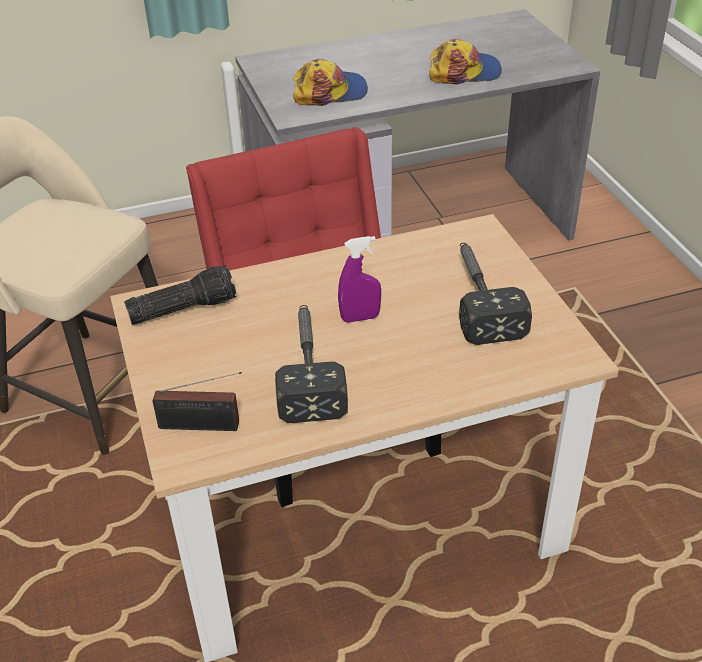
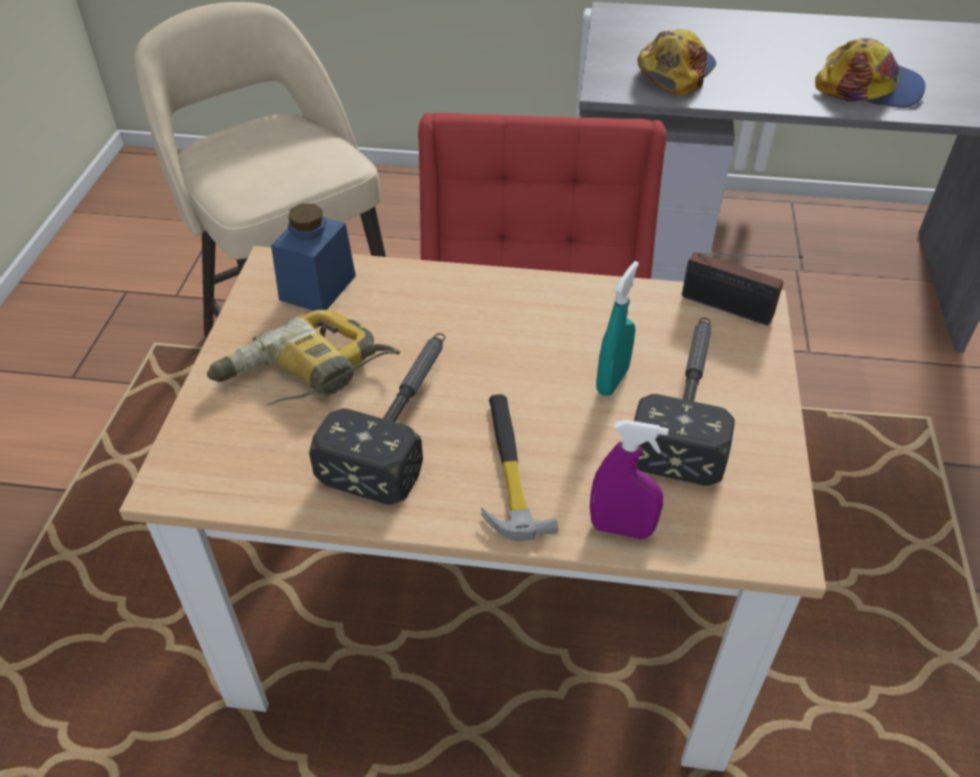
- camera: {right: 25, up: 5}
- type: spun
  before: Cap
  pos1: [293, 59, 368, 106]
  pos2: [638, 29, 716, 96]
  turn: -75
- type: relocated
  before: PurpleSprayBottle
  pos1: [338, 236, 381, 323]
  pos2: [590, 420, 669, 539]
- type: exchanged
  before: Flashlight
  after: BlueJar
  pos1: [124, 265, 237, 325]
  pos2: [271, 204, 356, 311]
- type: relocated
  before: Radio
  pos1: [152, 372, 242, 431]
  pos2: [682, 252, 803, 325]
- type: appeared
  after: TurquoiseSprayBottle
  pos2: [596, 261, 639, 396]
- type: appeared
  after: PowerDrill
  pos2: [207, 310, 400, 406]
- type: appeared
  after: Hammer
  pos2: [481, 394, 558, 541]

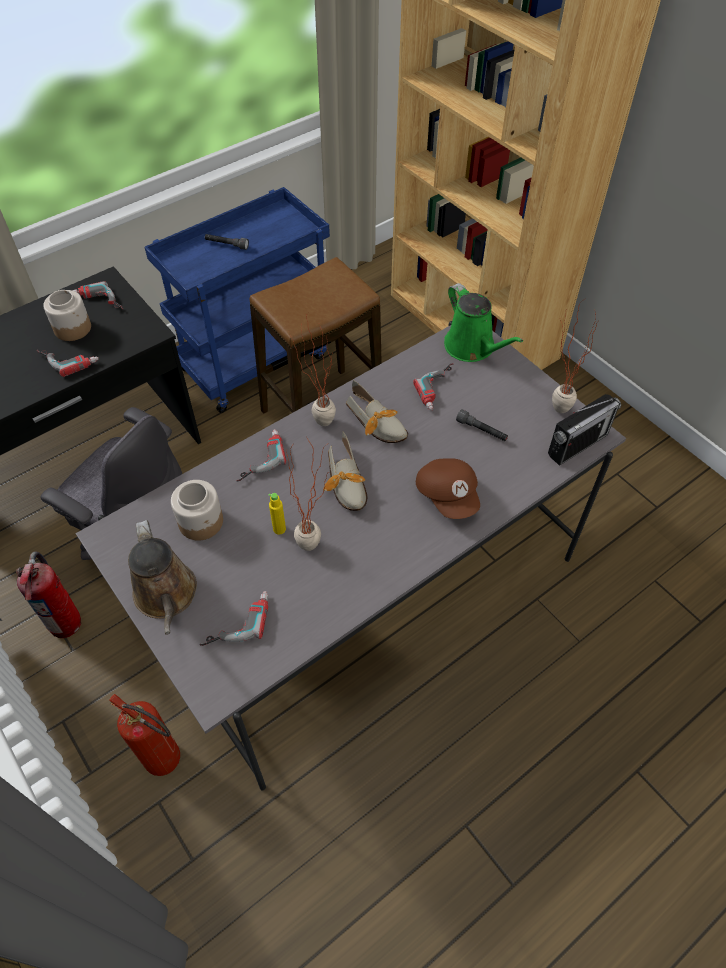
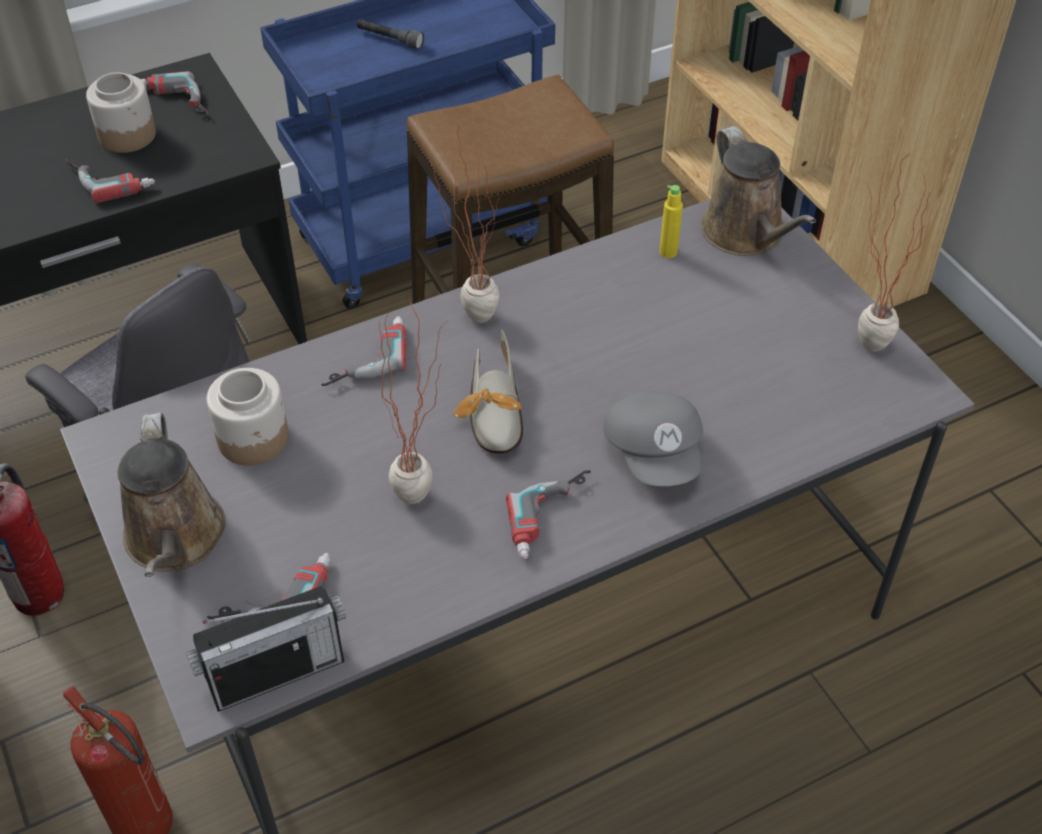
- camera: {right: 10, up: -5}
- type: colour
  before: GreenWateringCan
  after: BrownWateringCan
  pos1: [444, 283, 523, 362]
  pos2: [701, 126, 816, 256]
- type: relocated
  before: PowerDrill
  pos1: [413, 363, 454, 410]
  pos2: [506, 470, 591, 559]
- type: missing
  before: Shoe
  pos1: [346, 380, 408, 443]
- type: relocated
  before: Radio
  pos1: [548, 394, 621, 466]
  pos2: [186, 586, 346, 712]
- type: missing
  before: GreyFlashlight
  pos1: [456, 409, 508, 441]
- type: colour
  before: BrownCap
  after: GreyCap
  pos1: [416, 458, 480, 519]
  pos2: [603, 391, 703, 486]
- type: relocated
  before: YellowBottle
  pos1: [268, 493, 286, 535]
  pos2: [659, 185, 683, 258]

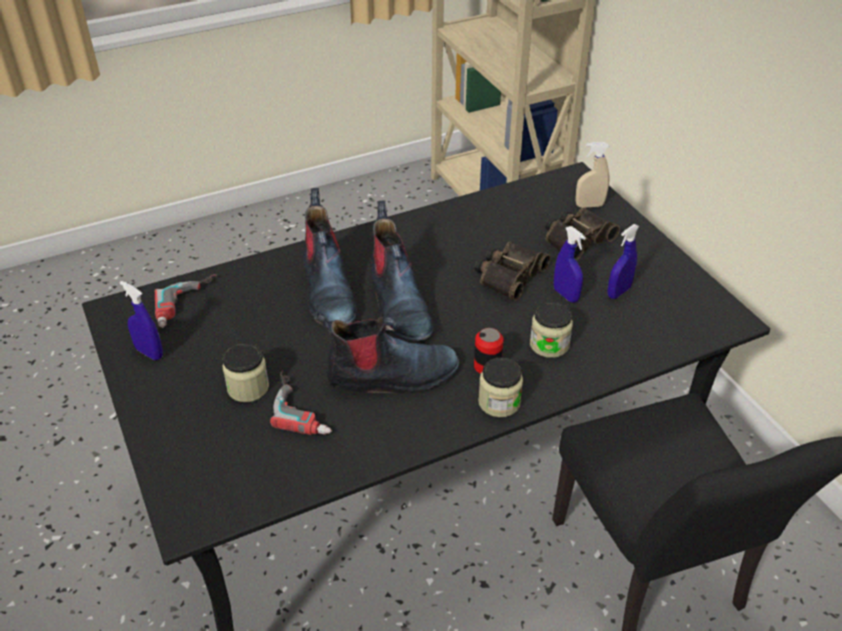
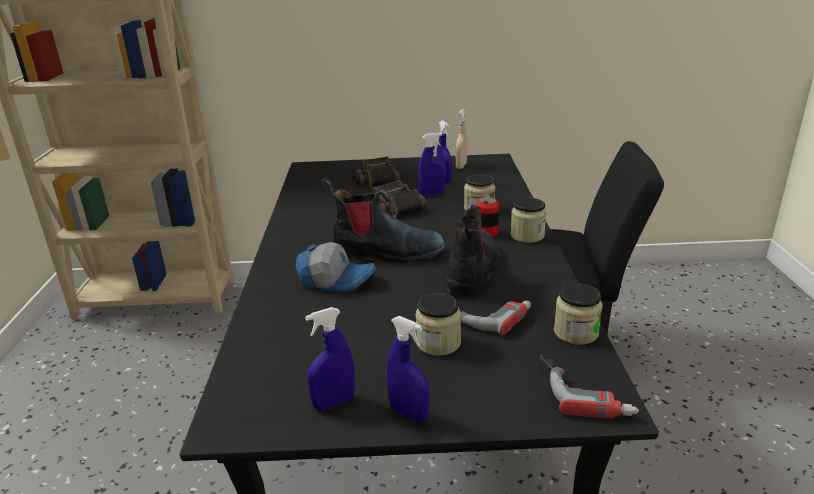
- camera: {right: -65, up: -15}
- type: relocated
  before: BeigeSprayBottle
  pos1: [575, 142, 609, 208]
  pos2: [456, 109, 467, 169]
- type: exchanged
  before: Boot
  after: Cap
  pos1: [303, 188, 357, 324]
  pos2: [296, 242, 376, 293]
- type: relocated
  before: PowerDrill
  pos1: [155, 274, 217, 328]
  pos2: [540, 354, 639, 419]
- type: appeared
  after: Jar
  pos2: [554, 283, 602, 345]
- type: appeared
  after: BlueSprayBottle
  pos2: [387, 316, 430, 423]

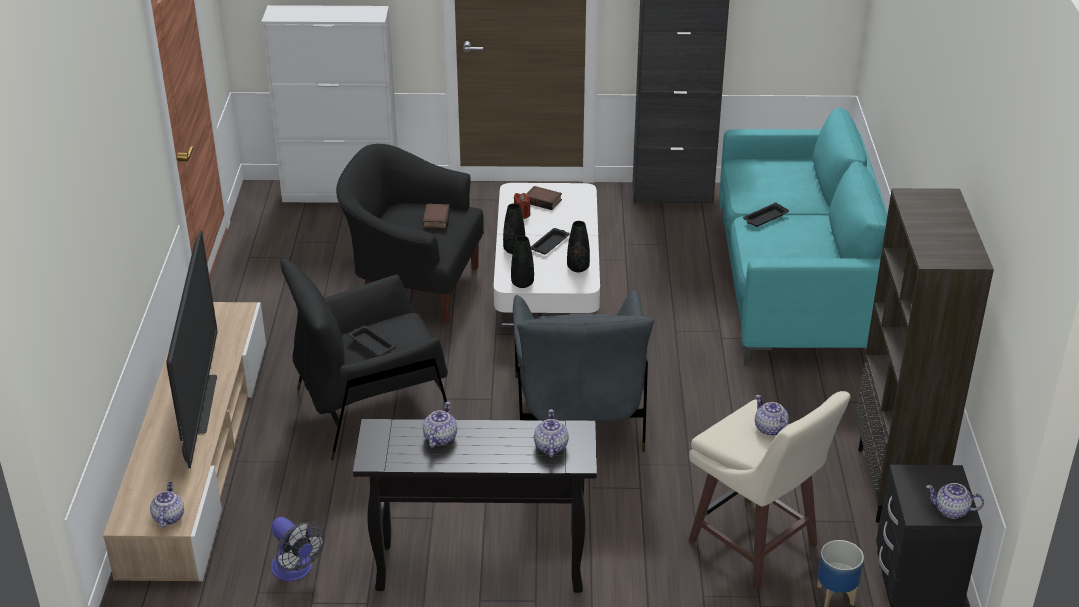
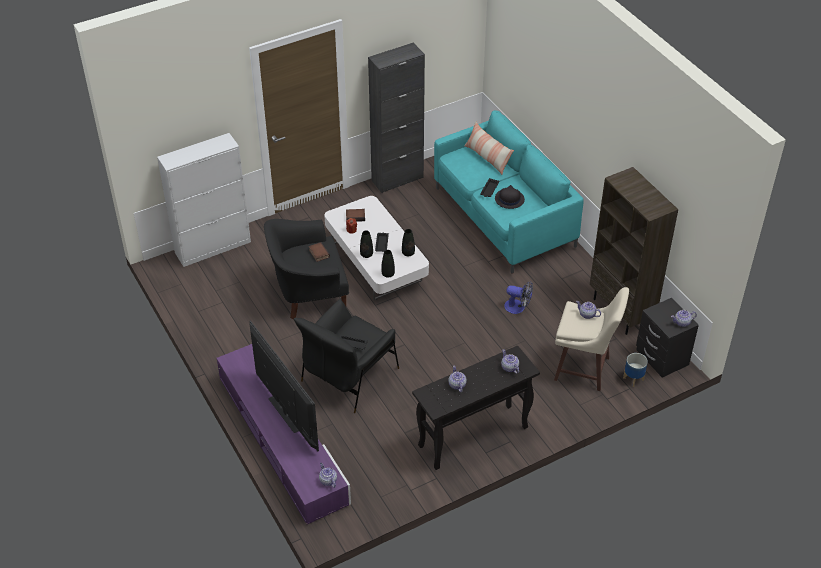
- camera: {right: -30, up: 10}
- type: missing
  before: GreyArmchair
  pos1: [513, 291, 654, 452]
- type: colour
  before: BeigeTvStand
  after: PurpleTvStand
  pos1: [103, 302, 266, 581]
  pos2: [216, 344, 351, 524]
- type: relocated
  before: Fan
  pos1: [271, 517, 325, 581]
  pos2: [504, 281, 533, 314]
- type: appeared
  after: Pillow
  pos2: [464, 122, 514, 175]
- type: appeared
  after: BlackHat
  pos2: [495, 185, 525, 209]

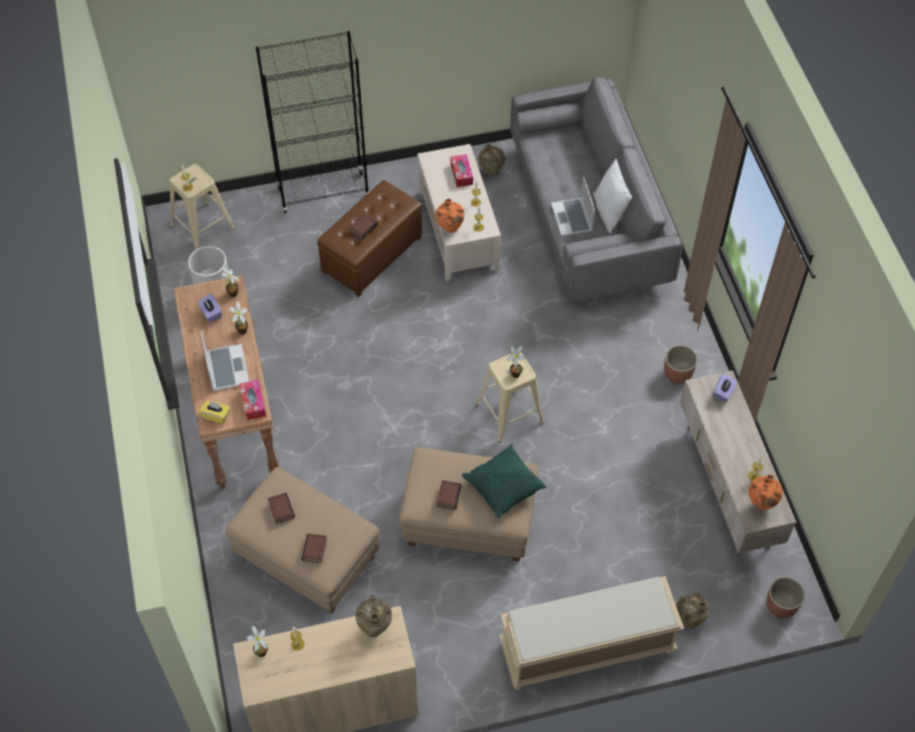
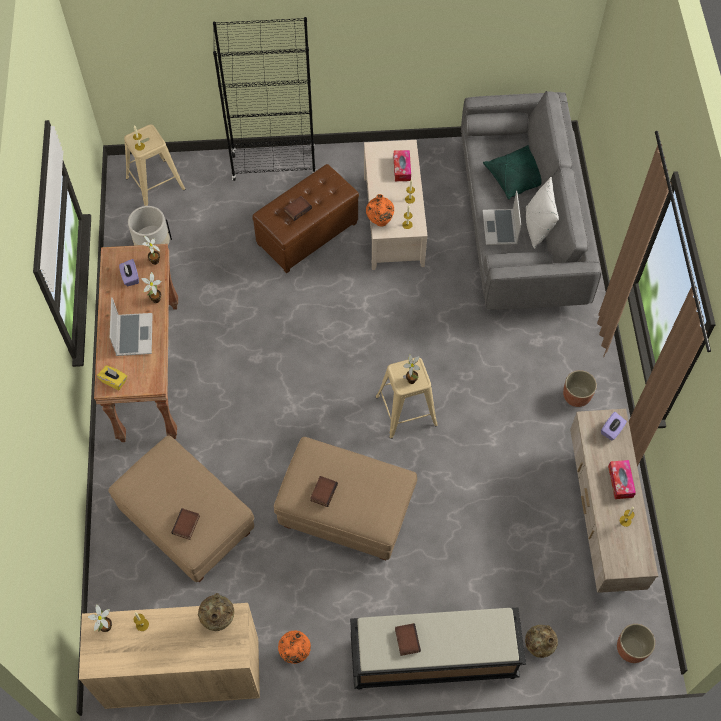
- camera: {right: 10, up: 5}
- type: missing
  before: BeigeVase
  pos1: [478, 144, 505, 175]
- type: relocated
  before: TissueBox
  pos1: [239, 380, 266, 420]
  pos2: [608, 460, 636, 499]
- type: relocated
  before: GreenPillow
  pos1: [462, 444, 547, 518]
  pos2: [483, 145, 542, 199]
- type: relocated
  before: OrangeVase
  pos1: [749, 475, 783, 510]
  pos2: [278, 631, 311, 664]
- type: relocated
  before: Book
  pos1: [268, 493, 295, 524]
  pos2: [395, 623, 421, 656]
- type: colour
  before: BeigeBench
  after: BlackBench
  pos1: [499, 576, 684, 690]
  pos2: [350, 608, 526, 690]

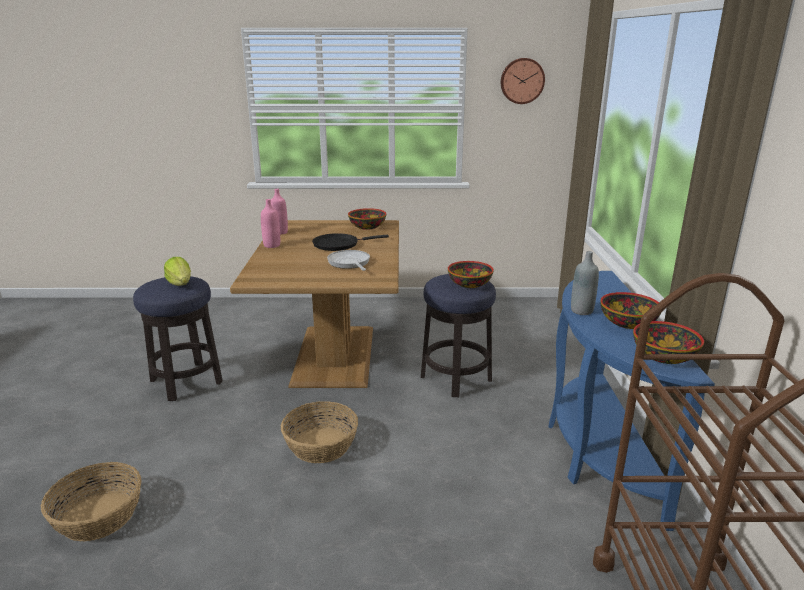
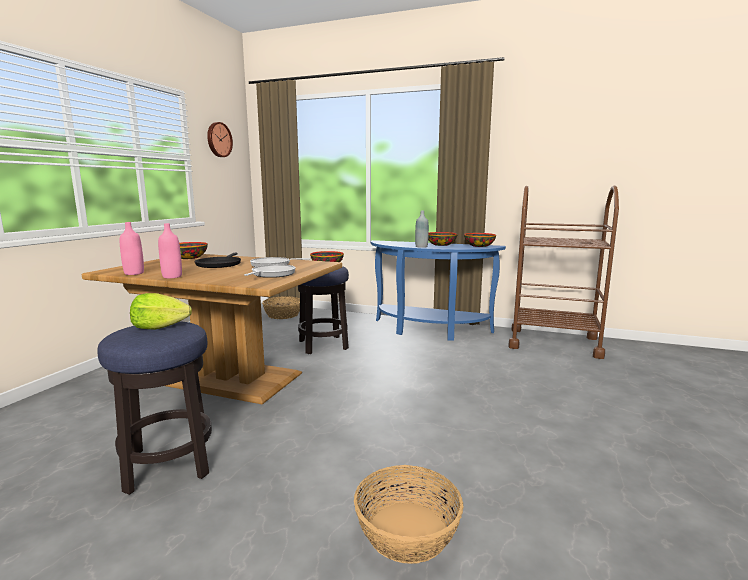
- camera: {right: -70, up: -10}
- type: relocated
  before: Basket
  pos1: [281, 401, 358, 463]
  pos2: [262, 296, 300, 319]
- type: appeared
  after: FryingPan
  pos2: [244, 264, 296, 278]

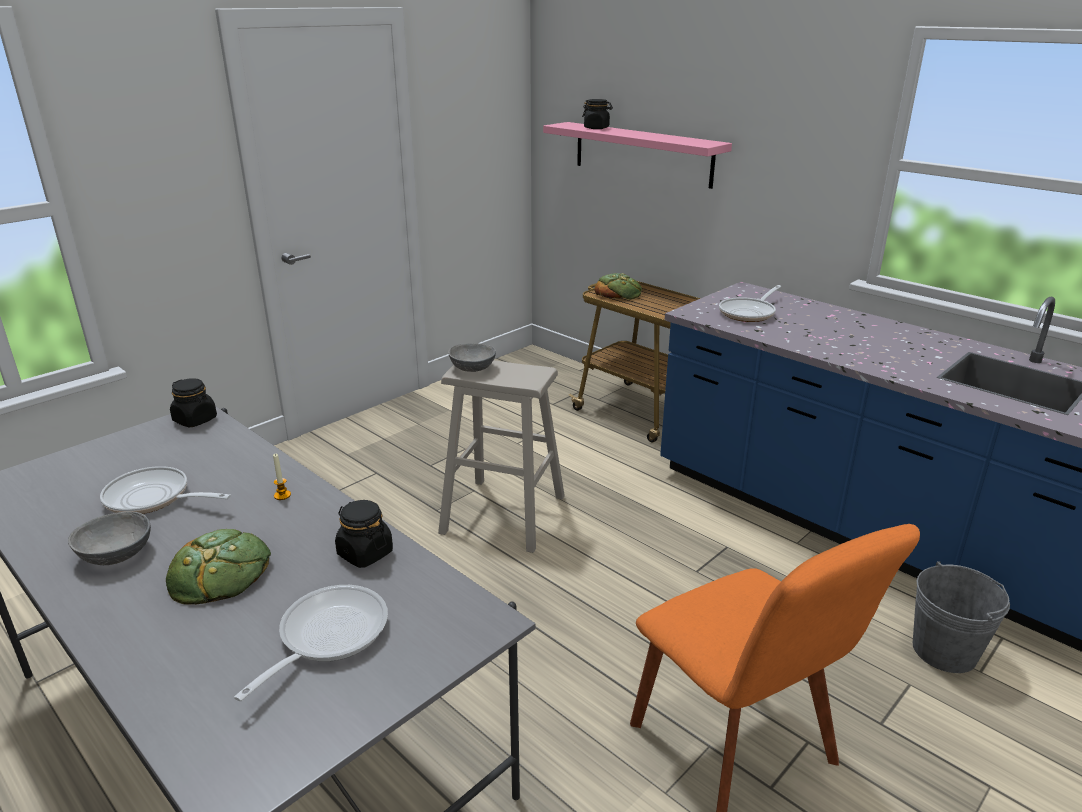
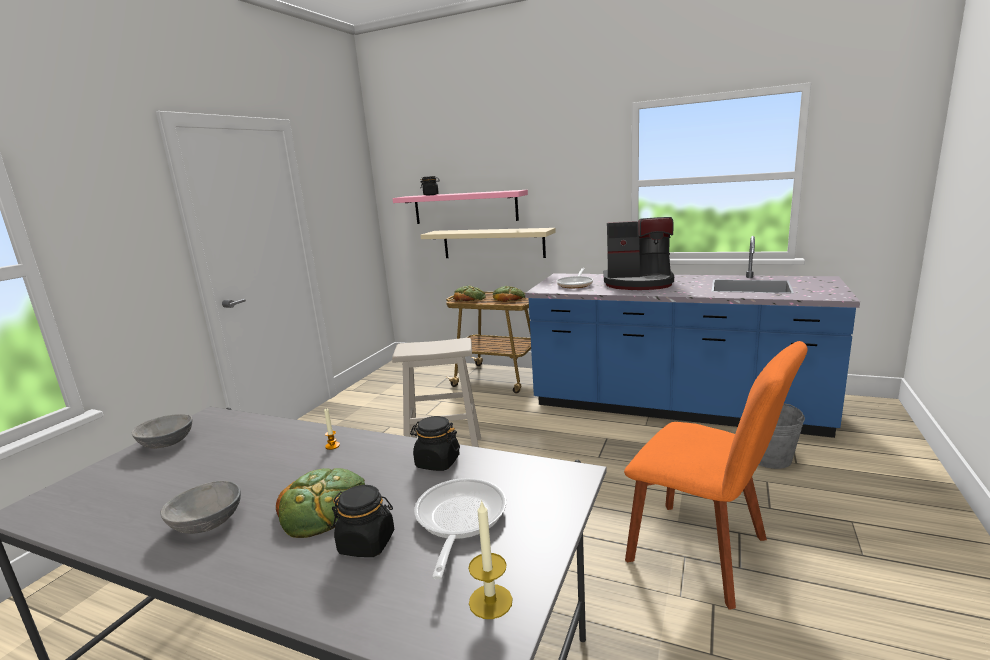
- camera: {right: -20, up: -10}
- type: relocated
  before: GreyBowl
  pos1: [448, 343, 496, 372]
  pos2: [132, 414, 193, 449]
- type: relocated
  before: BlackJar
  pos1: [170, 378, 217, 427]
  pos2: [332, 485, 394, 557]
- type: missing
  before: FryingPan
  pos1: [100, 466, 231, 514]
- type: appeared
  after: CoffeeMachine
  pos2: [603, 217, 674, 290]
- type: appeared
  after: BeigeShelf
  pos2: [420, 228, 556, 258]
- type: appeared
  after: Bread
  pos2: [493, 286, 525, 302]
- type: appeared
  after: Candle
  pos2: [468, 500, 513, 619]

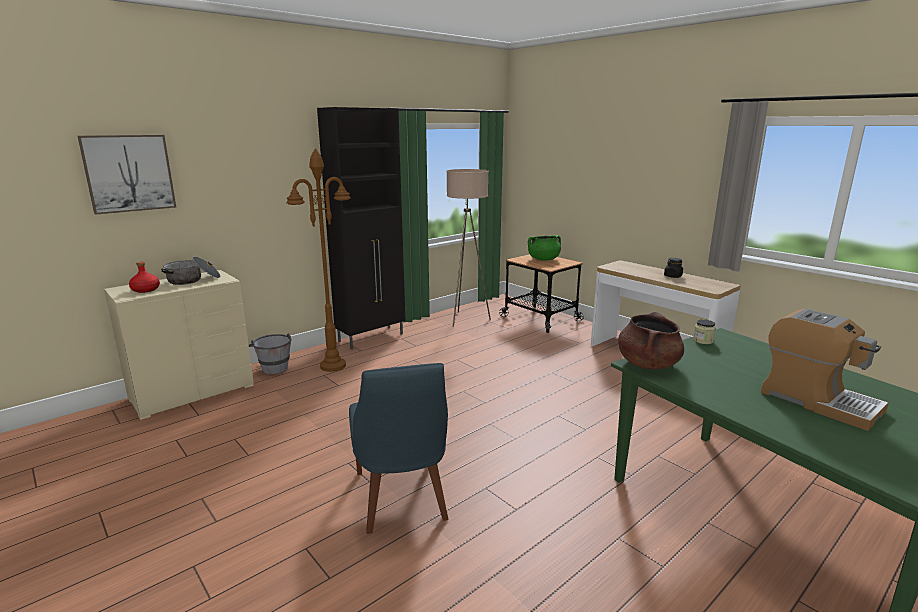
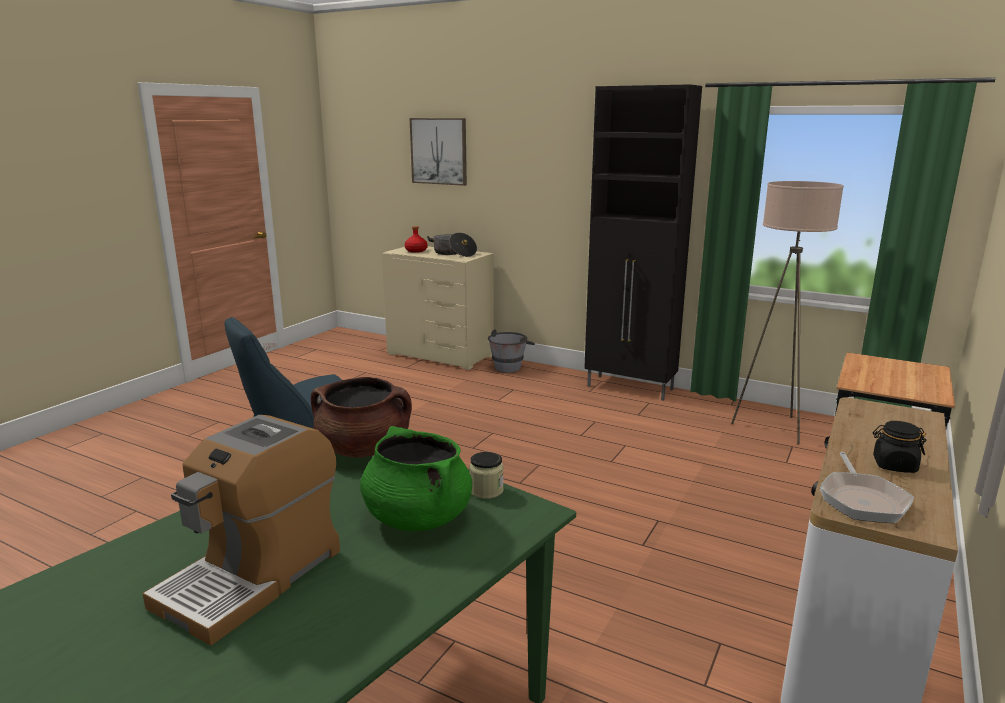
- camera: {right: 70, up: 0}
- type: missing
  before: BrownFloorLamp
  pos1: [286, 148, 351, 372]
- type: relocated
  before: GreenCookingPot
  pos1: [528, 235, 561, 261]
  pos2: [360, 426, 472, 531]
- type: appeared
  after: FryingPan
  pos2: [820, 452, 914, 523]

